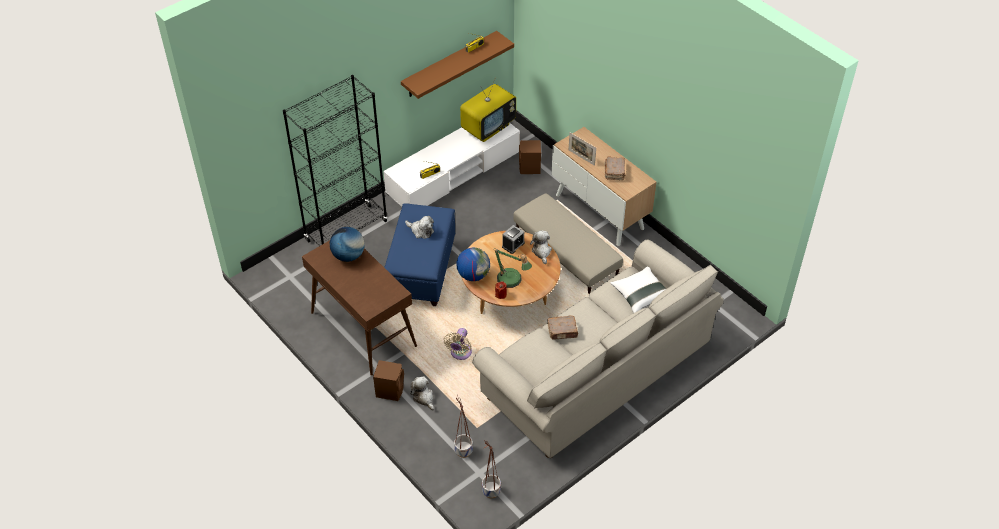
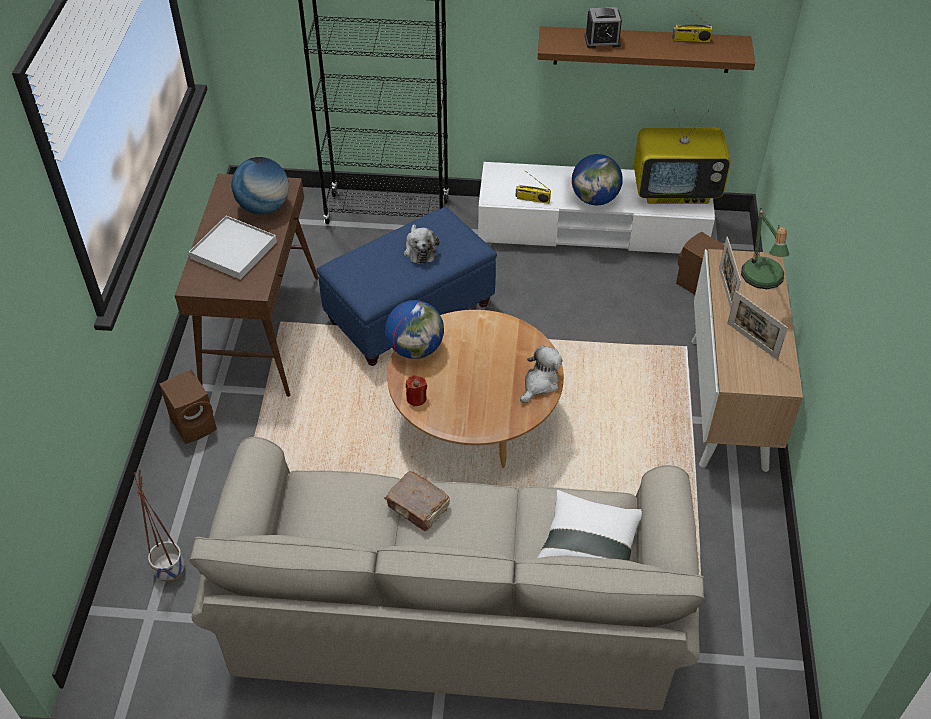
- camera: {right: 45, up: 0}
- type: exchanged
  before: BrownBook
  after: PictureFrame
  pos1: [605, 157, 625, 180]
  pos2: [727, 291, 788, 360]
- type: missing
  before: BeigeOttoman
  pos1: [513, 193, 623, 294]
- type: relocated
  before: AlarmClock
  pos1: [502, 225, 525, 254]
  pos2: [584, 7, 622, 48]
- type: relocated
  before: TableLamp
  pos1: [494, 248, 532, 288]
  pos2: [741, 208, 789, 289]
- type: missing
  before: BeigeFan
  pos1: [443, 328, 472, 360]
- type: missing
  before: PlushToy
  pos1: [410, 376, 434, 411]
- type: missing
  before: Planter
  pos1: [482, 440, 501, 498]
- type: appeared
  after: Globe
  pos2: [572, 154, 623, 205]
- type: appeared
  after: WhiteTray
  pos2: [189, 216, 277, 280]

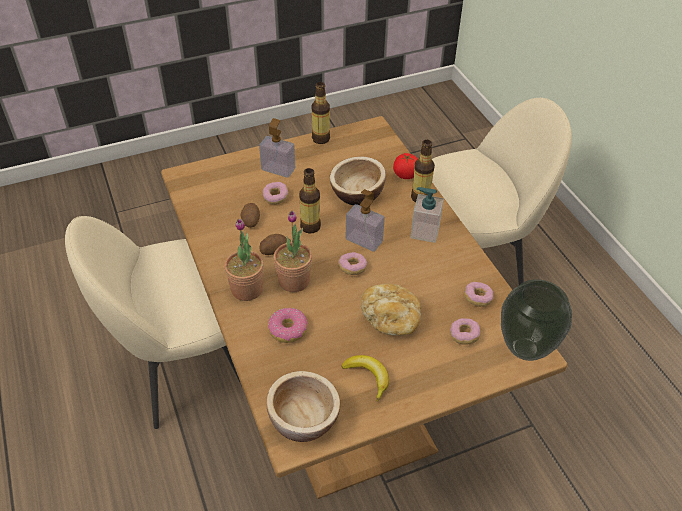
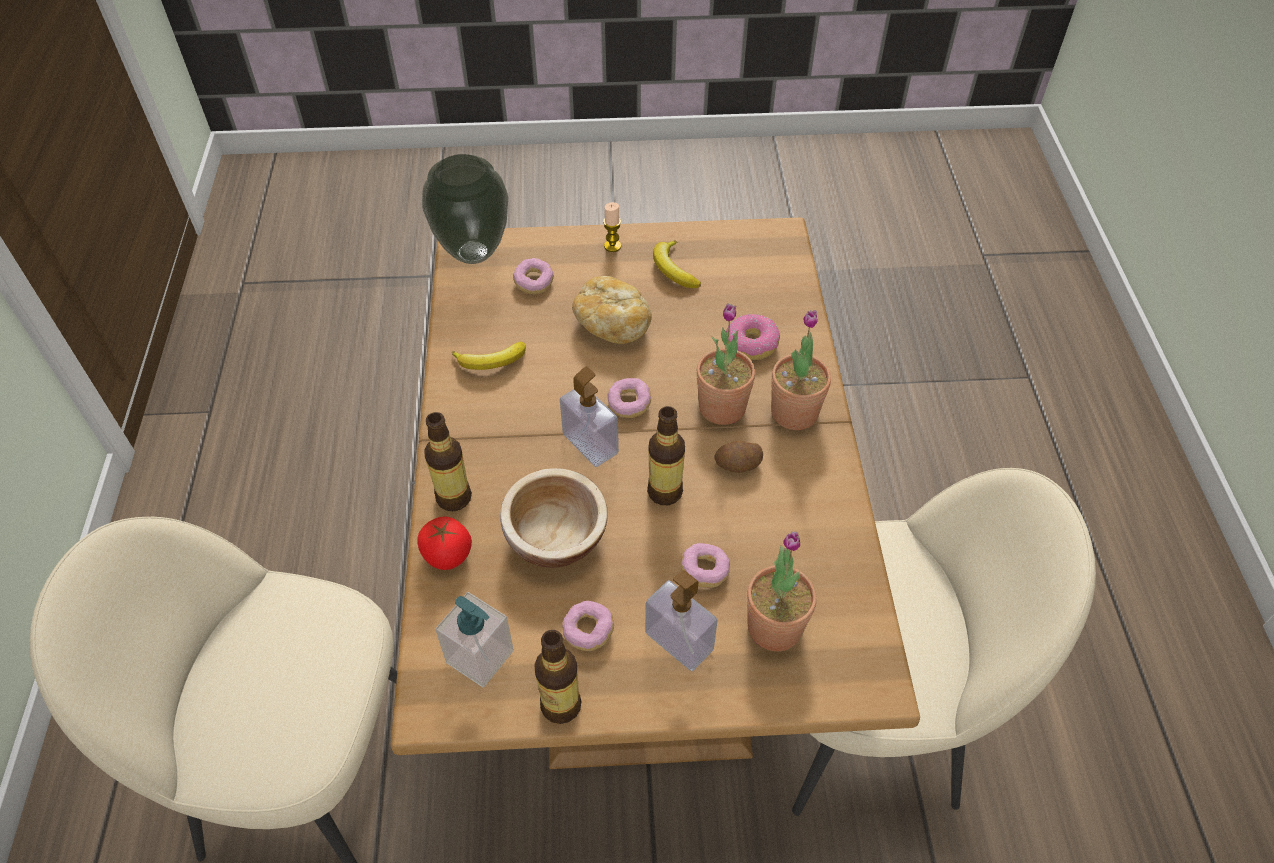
- camera: {right: -160, up: 5}
- type: relocated
  before: SoapDispenser
  pos1: [411, 187, 444, 243]
  pos2: [435, 592, 514, 688]
- type: missing
  before: Potato
  pos1: [240, 203, 260, 228]
- type: relocated
  before: Donut
  pos1: [464, 282, 494, 307]
  pos2: [562, 601, 614, 651]
- type: missing
  before: Bowl
  pos1: [266, 371, 340, 442]
- type: appeared
  after: Candle
  pos2: [603, 202, 621, 252]
- type: appeared
  after: Banana
  pos2: [452, 342, 526, 370]
- type: appeared
  after: PottedPlant
  pos2: [747, 532, 817, 652]

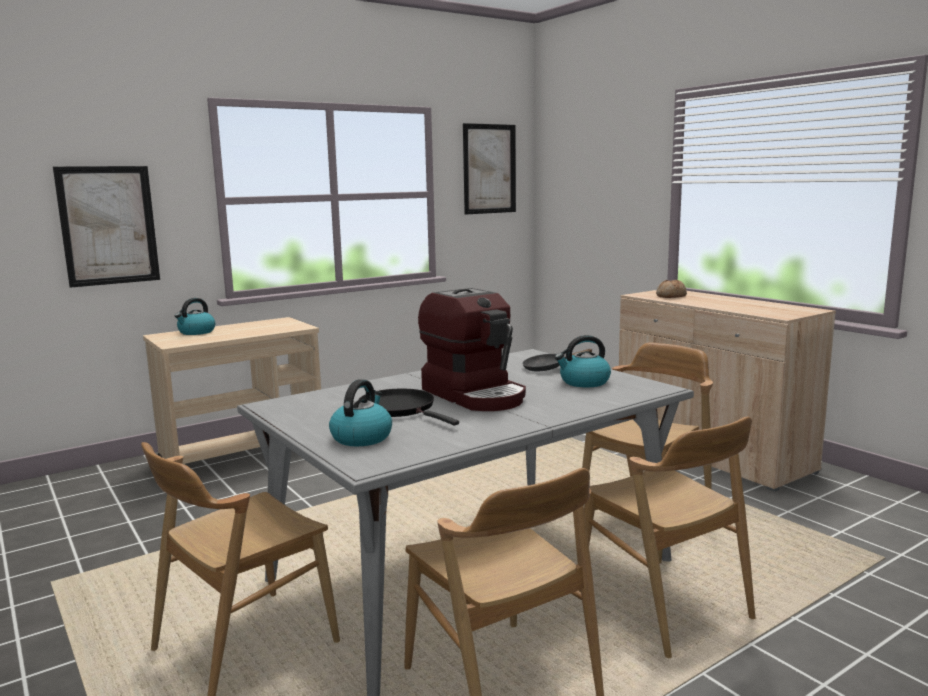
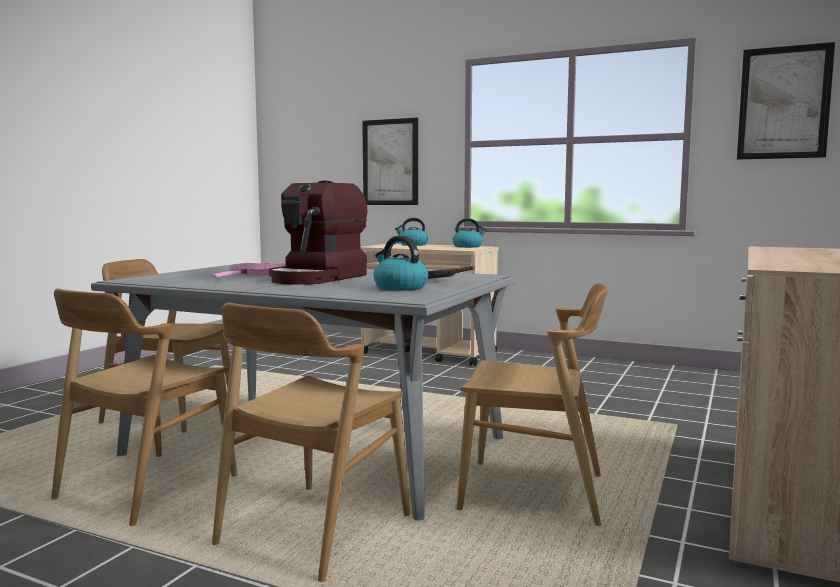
- camera: {right: 60, up: -5}
- type: missing
  before: Bread
  pos1: [656, 280, 687, 298]
- type: relocated
  before: Kettle
  pos1: [329, 379, 392, 446]
  pos2: [453, 218, 486, 248]
- type: colour
  before: BlackFryingPan
  after: PinkFryingPan
  pos1: [358, 389, 459, 426]
  pos2: [212, 263, 286, 278]

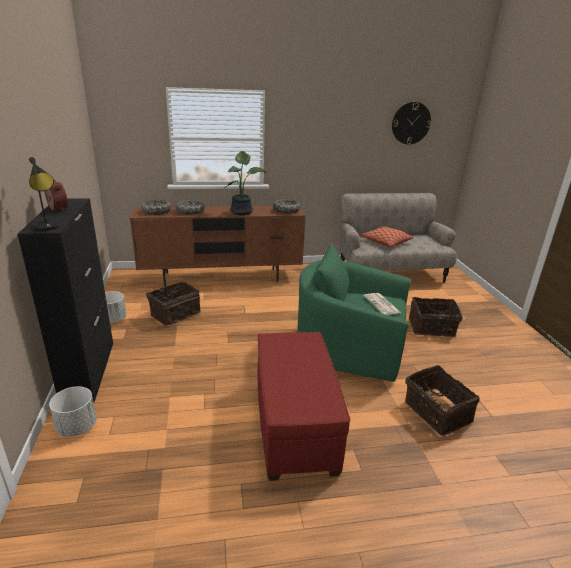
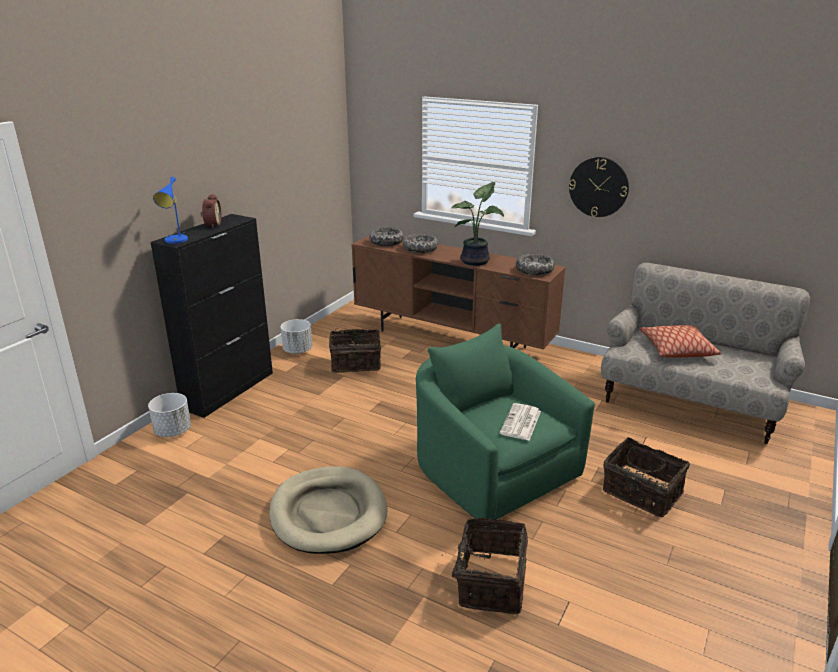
- camera: {right: 40, up: 0}
- type: relocated
  before: WallClock
  pos1: [392, 102, 431, 144]
  pos2: [569, 157, 629, 217]
- type: colour
  before: BlackTableLamp
  after: BlueTableLamp
  pos1: [29, 157, 59, 231]
  pos2: [153, 177, 188, 244]
- type: exchanged
  before: RedOttoman
  after: BeigeDogBed
  pos1: [257, 332, 351, 481]
  pos2: [269, 466, 387, 554]

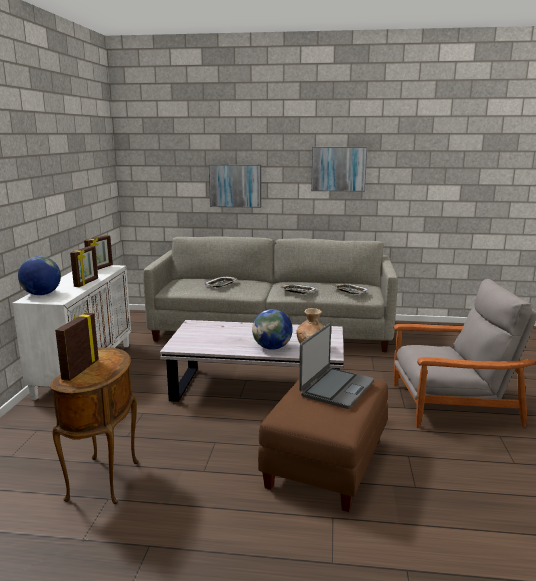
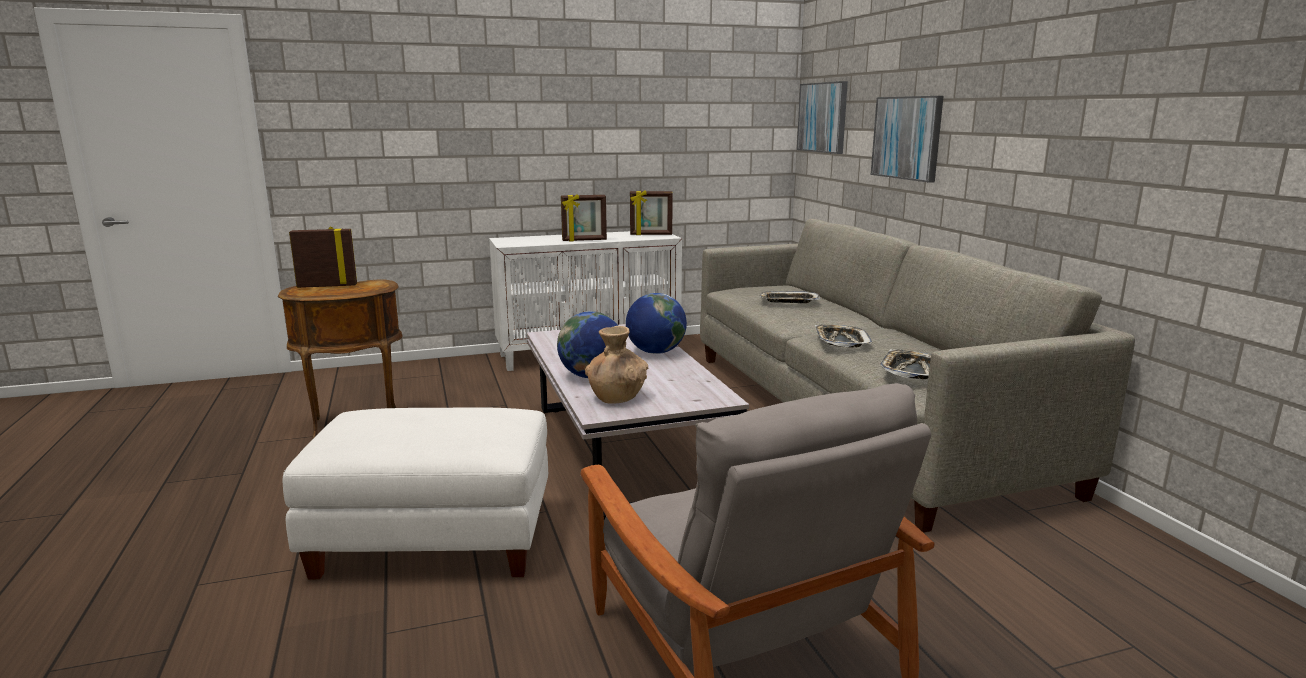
- camera: {right: 65, up: 0}
- type: relocated
  before: Picture
  pos1: [311, 147, 367, 192]
  pos2: [797, 81, 848, 154]
- type: relocated
  before: Globe
  pos1: [18, 256, 61, 296]
  pos2: [626, 293, 687, 354]
- type: missing
  before: Laptop
  pos1: [299, 323, 374, 409]
- type: colour
  before: BrownOttoman
  after: WhiteOttoman
  pos1: [258, 371, 388, 512]
  pos2: [283, 407, 548, 579]

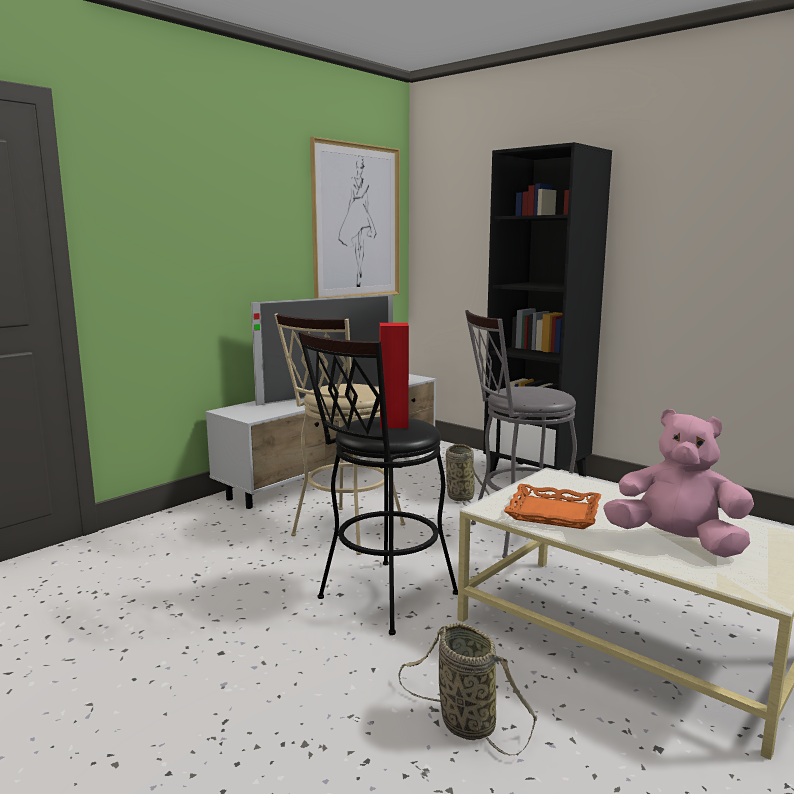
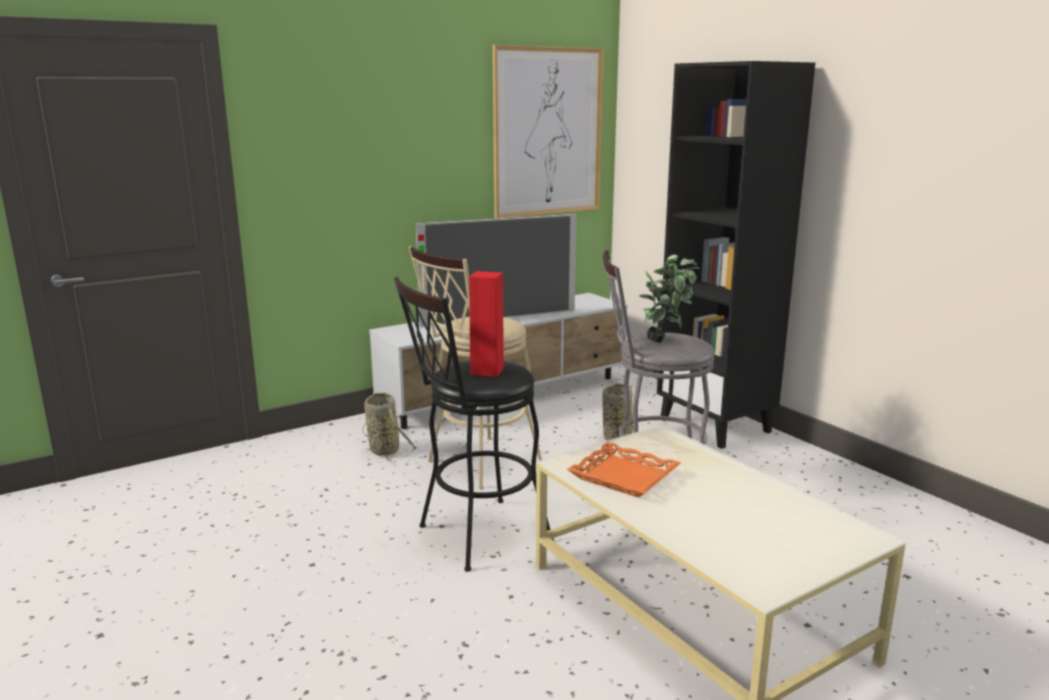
- camera: {right: 15, up: 5}
- type: missing
  before: PinkPlushToy
  pos1: [603, 409, 754, 558]
- type: relocated
  before: Basket
  pos1: [398, 623, 537, 756]
  pos2: [362, 392, 416, 462]
- type: appeared
  after: PottedPlant
  pos2: [639, 255, 700, 343]

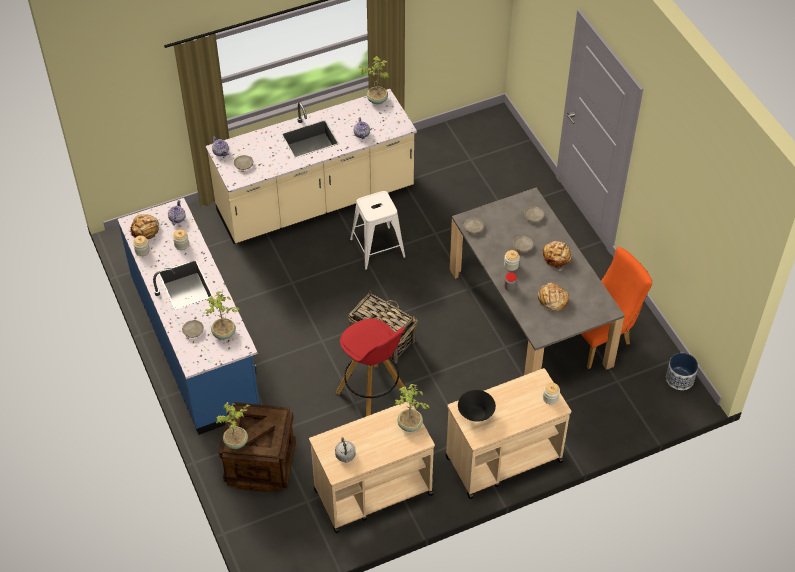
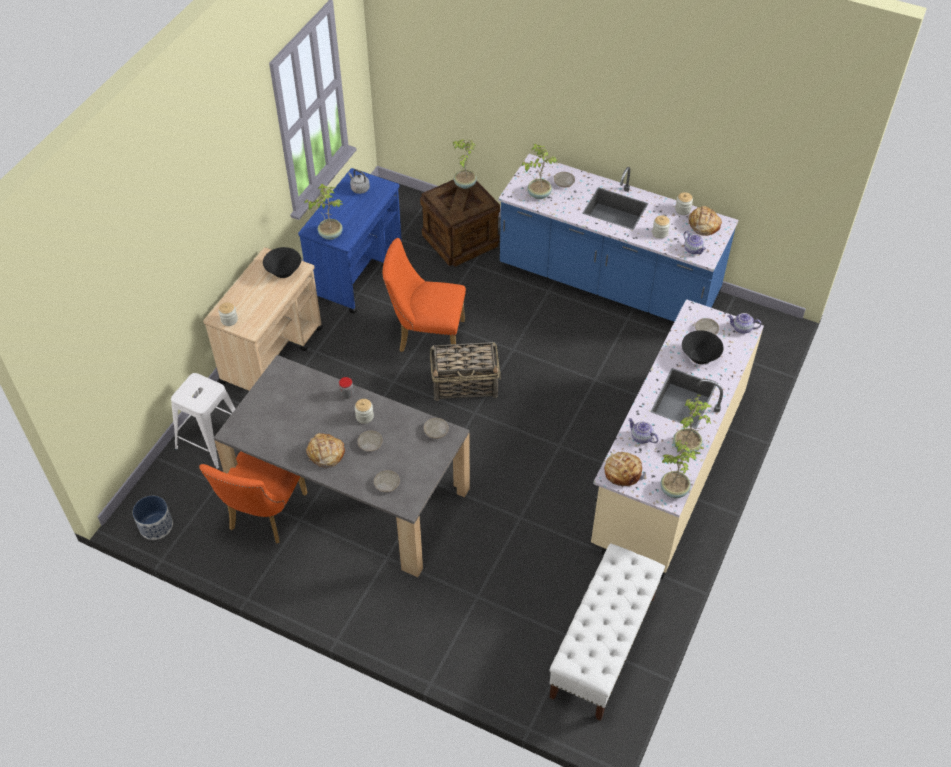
- camera: {right: 140, up: 0}
- type: relocated
  before: WhiteStool
  pos1: [350, 191, 406, 270]
  pos2: [171, 373, 235, 469]
- type: relocated
  before: Bread
  pos1: [538, 283, 569, 312]
  pos2: [605, 452, 647, 487]
- type: exchanged
  before: RedStool
  after: OrangeChair
  pos1: [336, 318, 405, 416]
  pos2: [382, 238, 466, 352]
- type: colour
  before: BeigeCart
  after: BlueCart
  pos1: [309, 401, 435, 533]
  pos2: [298, 168, 402, 314]
- type: appeared
  after: BlackBowl
  pos2: [682, 330, 724, 364]
- type: appeared
  after: PottedPlant
  pos2: [673, 395, 712, 453]
- type: appeared
  after: WhiteBench
  pos2: [549, 544, 665, 721]

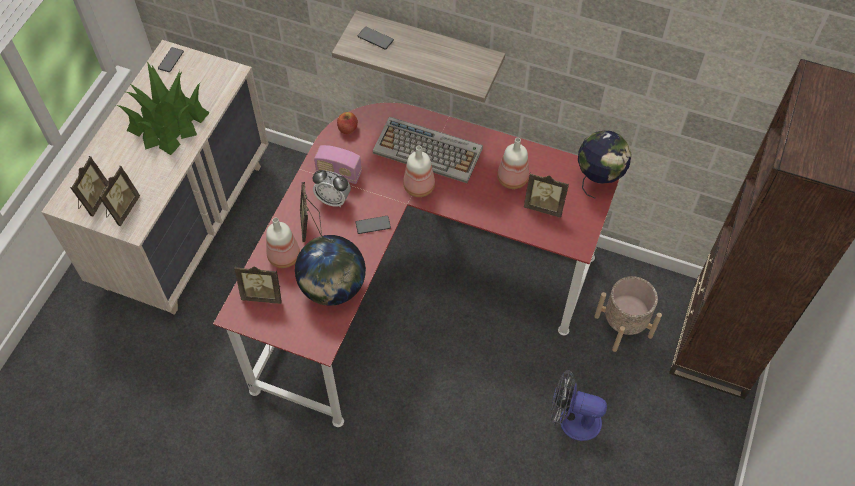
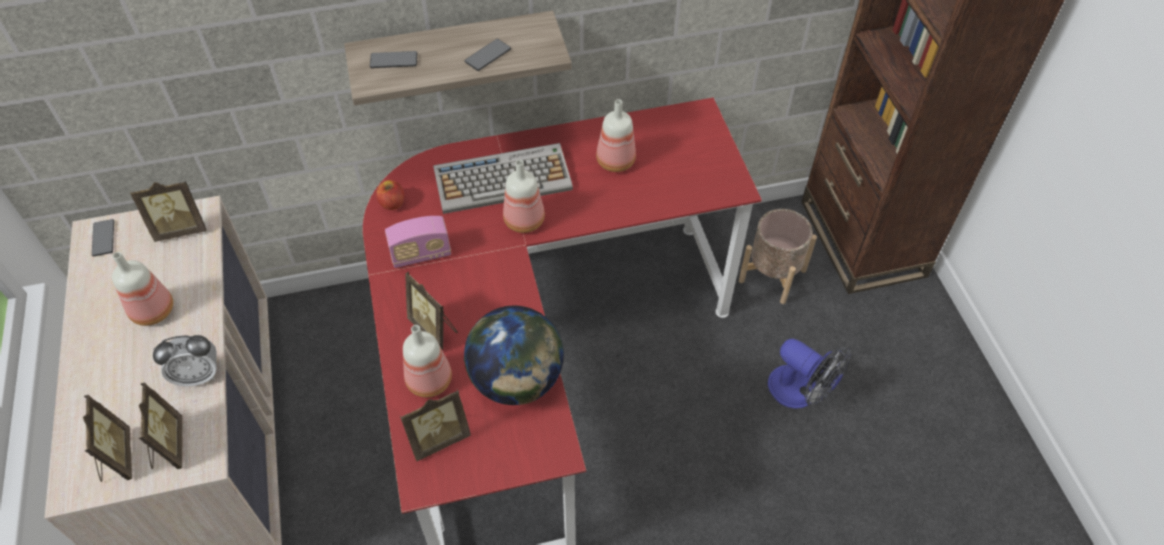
- camera: {right: -35, up: -5}
- type: exchanged
  before: PottedPlant
  after: Bottle
  pos1: [116, 62, 210, 155]
  pos2: [112, 252, 173, 326]
- type: missing
  before: Globe
  pos1: [578, 130, 631, 198]
- type: relocated
  before: AlarmClock
  pos1: [313, 170, 351, 208]
  pos2: [153, 335, 217, 387]
- type: relocated
  before: PictureFrame
  pos1: [524, 172, 569, 218]
  pos2: [130, 181, 206, 242]
- type: relocated
  before: Phone
  pos1: [356, 216, 391, 234]
  pos2: [464, 39, 511, 71]
- type: spun
  before: Fan
  pos1: [551, 370, 607, 441]
  pos2: [768, 339, 851, 409]
  turn: -120

